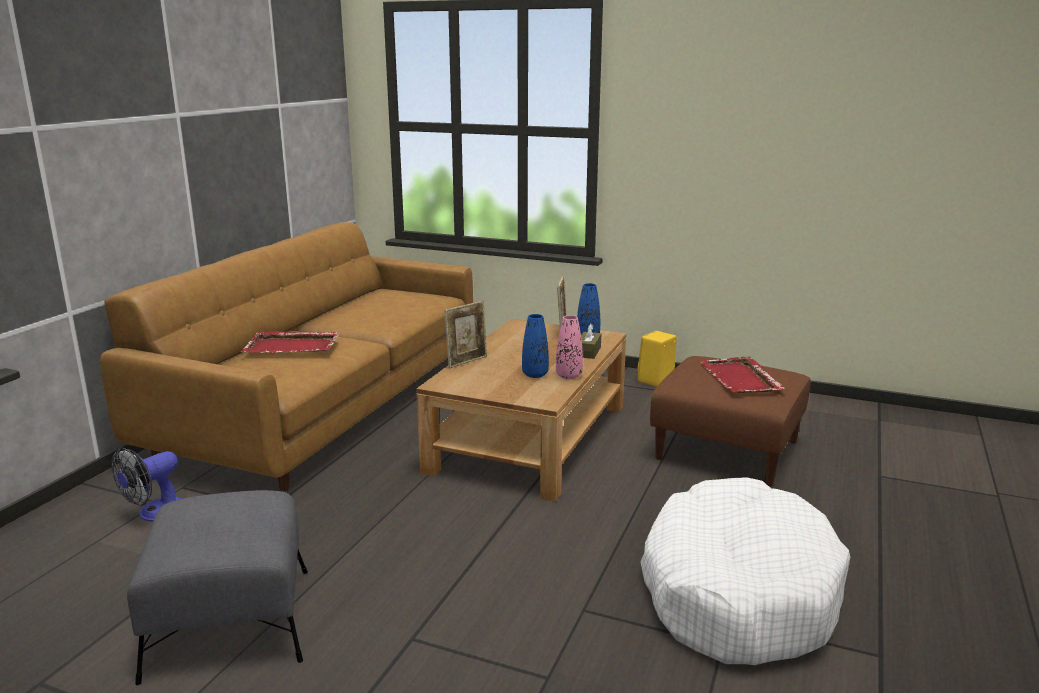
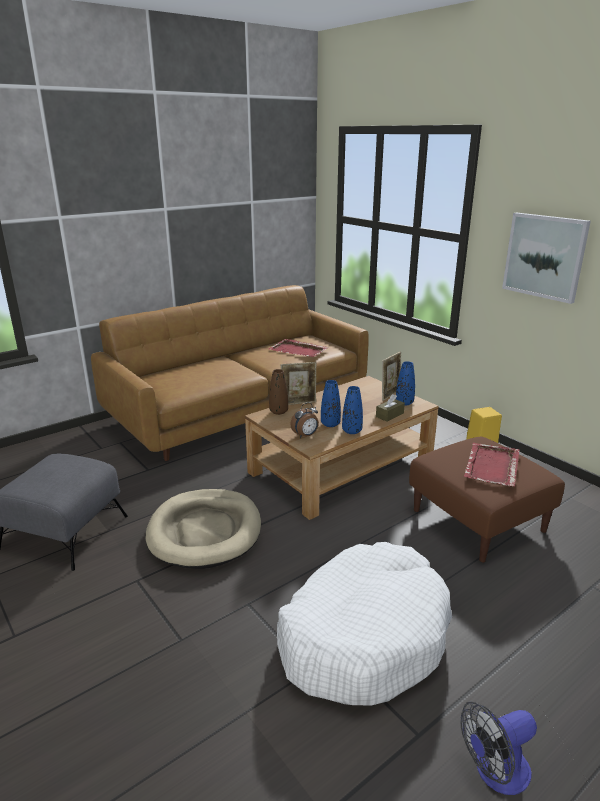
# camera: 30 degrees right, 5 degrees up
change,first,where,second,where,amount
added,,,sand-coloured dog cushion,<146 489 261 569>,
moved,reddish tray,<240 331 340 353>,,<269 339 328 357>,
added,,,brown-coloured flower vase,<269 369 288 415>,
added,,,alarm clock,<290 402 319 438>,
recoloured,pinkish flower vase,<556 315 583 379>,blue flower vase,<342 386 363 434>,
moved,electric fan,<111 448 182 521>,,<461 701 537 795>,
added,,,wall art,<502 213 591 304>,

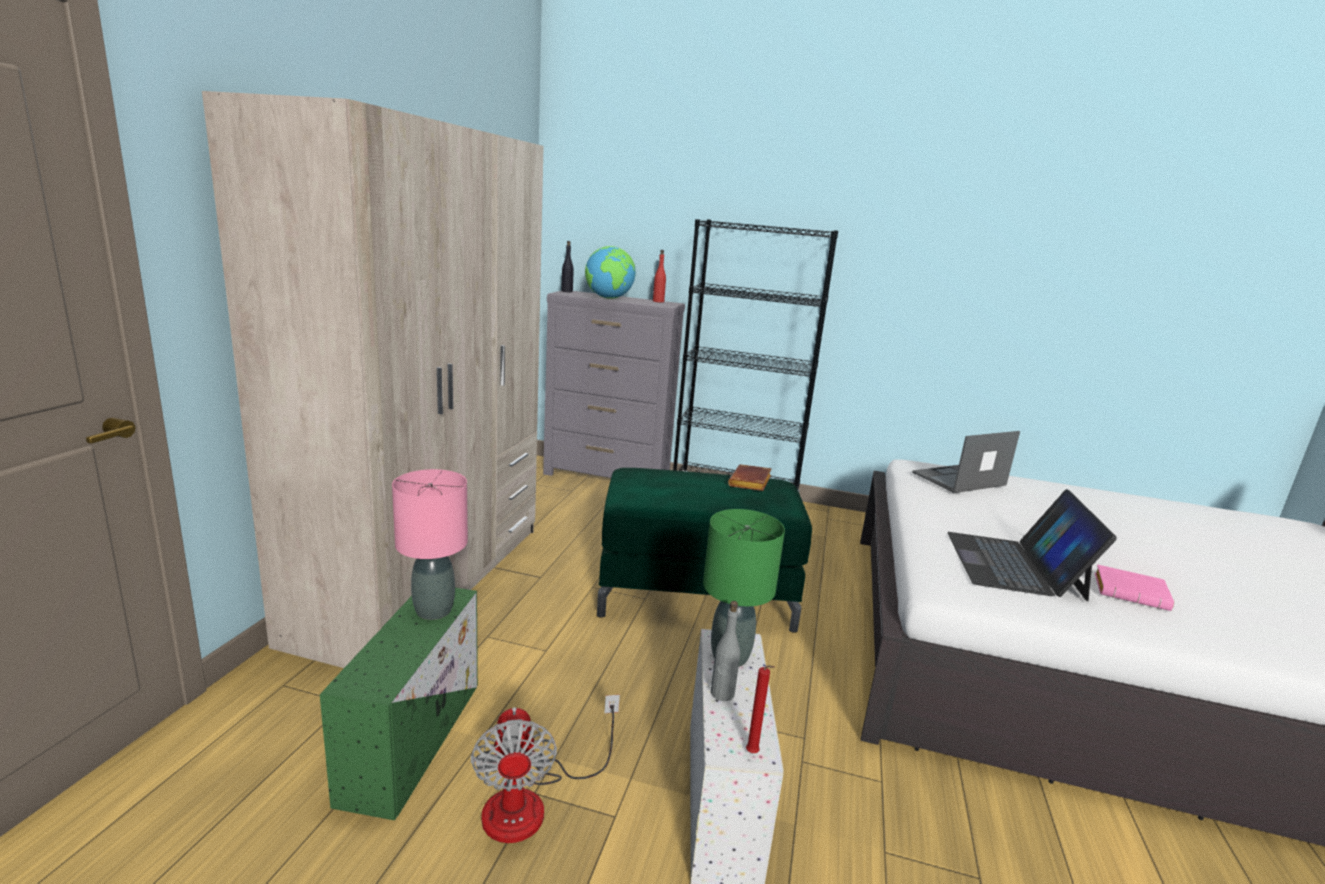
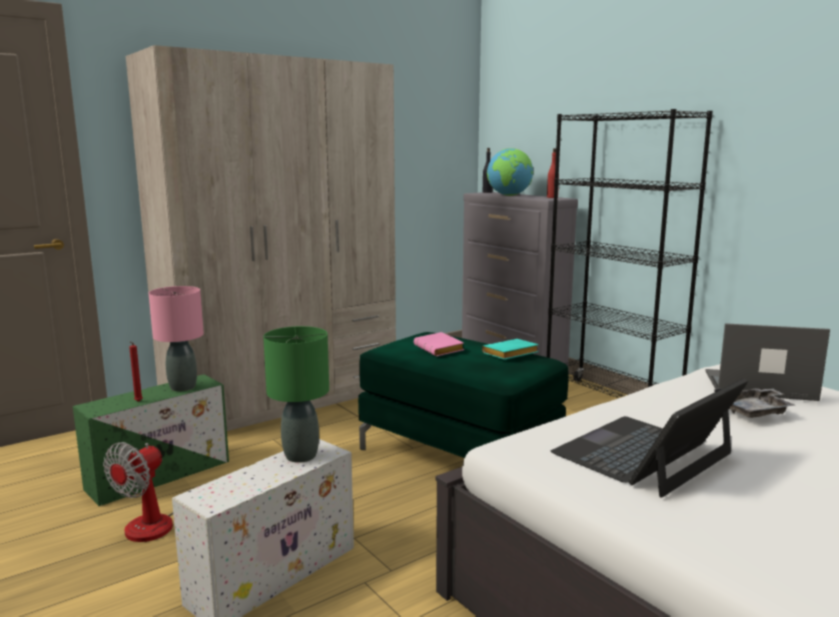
# camera: 40 degrees right, 5 degrees down
change,first,where,second,where,amount
moved,reddish wax candle,<746 665 775 753>,,<129 342 143 402>,
moved,pinkish bound book,<1095 565 1174 611>,,<414 332 464 356>,
recoloured,brown-coloured bound book,<728 464 772 491>,turquoise bound book,<482 339 539 360>,
added,,,greyish tray,<714 388 794 418>,
removed,greyish drink bottle,<711 601 740 701>,,,

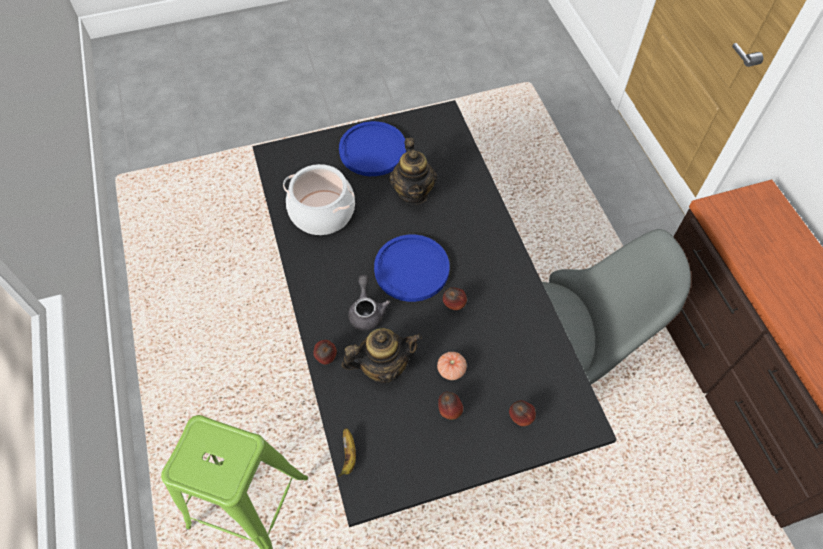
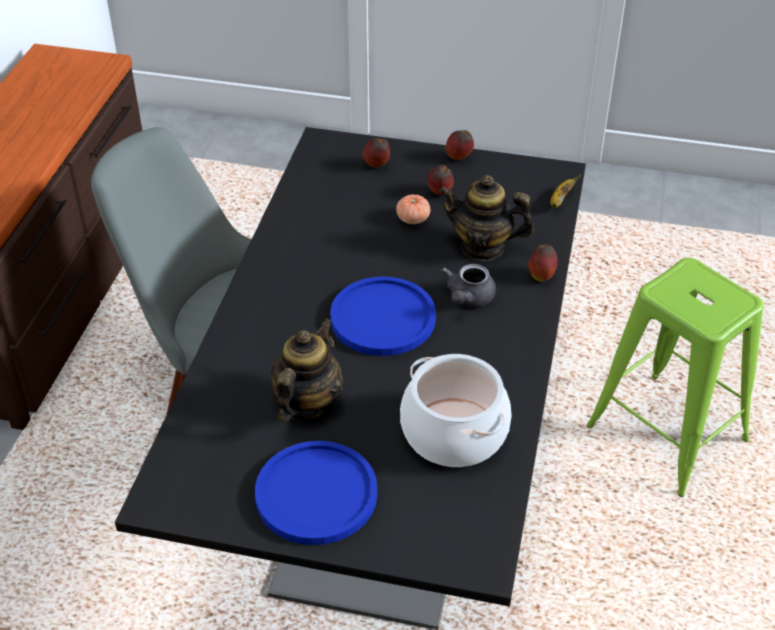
# camera: 150 degrees left, 15 degrees down
change,first,where,second,where,amount
moved,apple,<443 287 467 310>,,<446 130 474 160>,

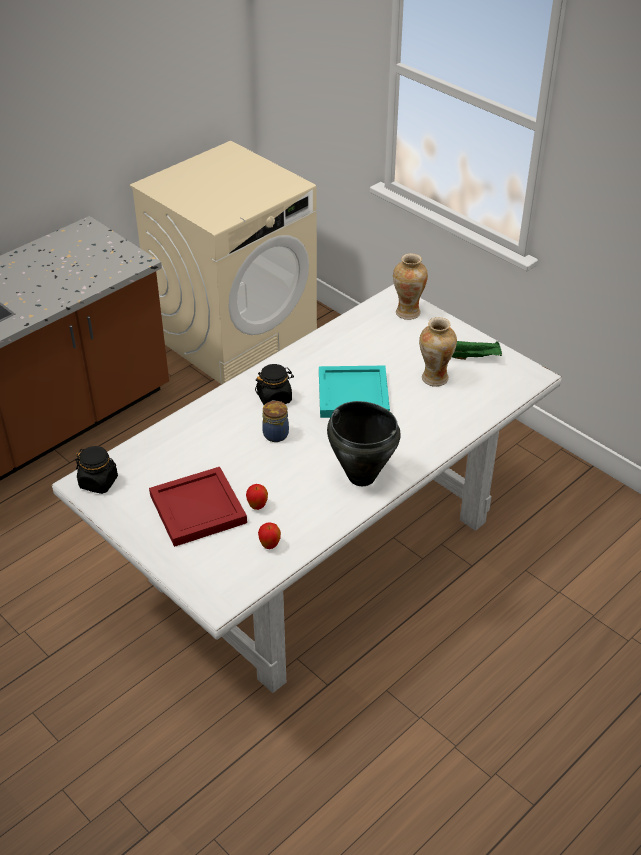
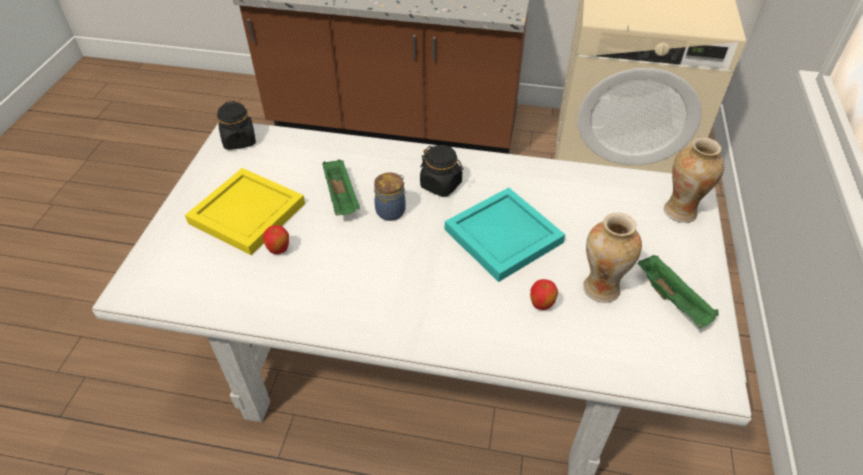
# camera: 55 degrees right, 5 degrees up
change,first,where,second,where,amount
recoloured,reddish tray,<149 467 247 547>,yellow-coloured tray,<185 168 305 255>,
added,,,green tray,<323 159 360 216>,
moved,apple,<258 522 281 549>,,<530 279 558 310>,
removed,black saucepot,<327 401 401 486>,,,

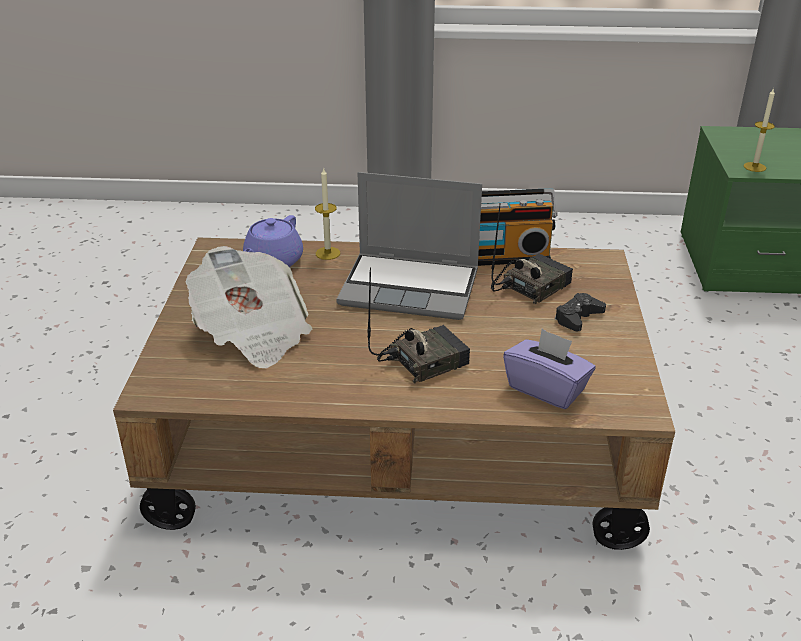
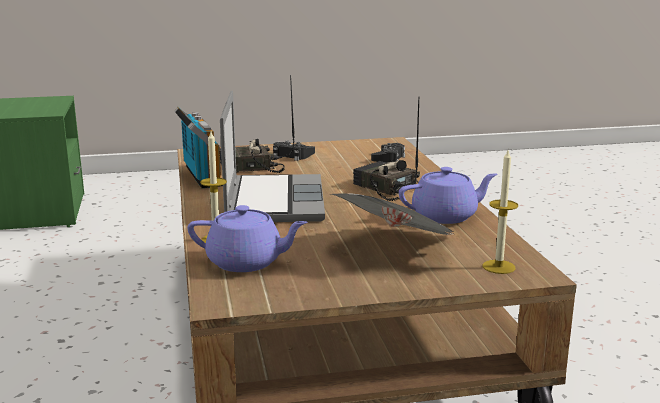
# camera: 105 degrees left, 15 degrees down
change,first,where,second,where,amount
turned,radio set,<491 203 573 304>,,<220 75 294 173>,45 degrees counterclockwise
replaced,purple box of tissues,<503 329 596 409>,black joypad,<371 143 405 163>,
added,,,purple teapot,<399 167 497 224>,
moved,wax candle,<744 88 775 172>,,<483 150 518 274>,

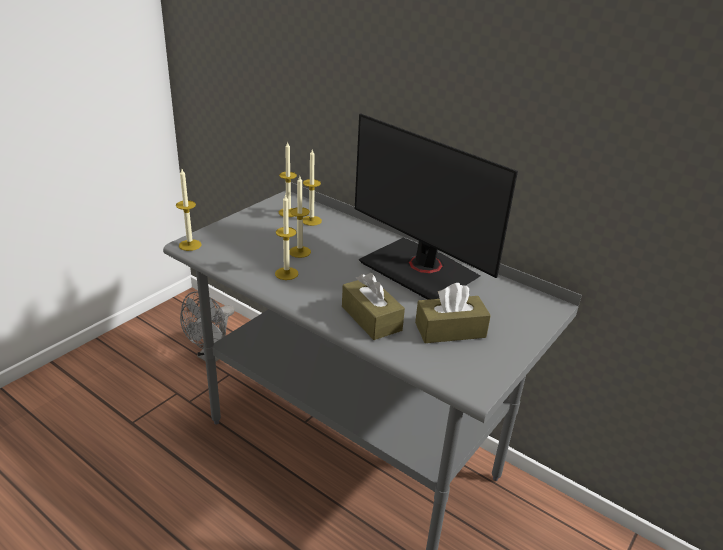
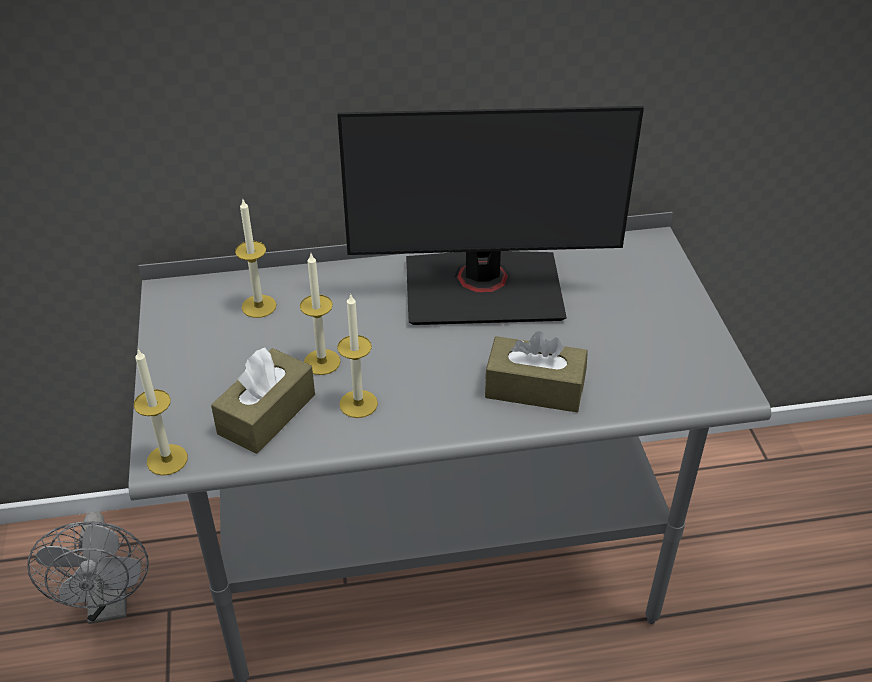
# camera: 45 degrees left, 10 degrees up
change,first,where,second,where,amount
moved,brown-coloured box of tissues,<415 283 491 343>,,<211 348 315 454>,
removed,wax candle,<279 142 297 217>,,,

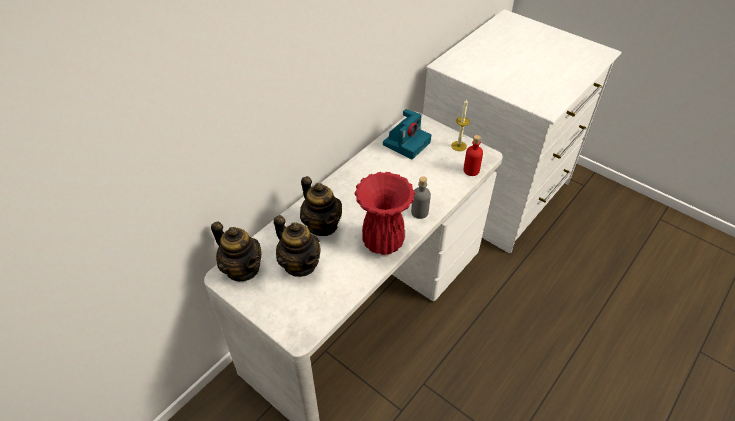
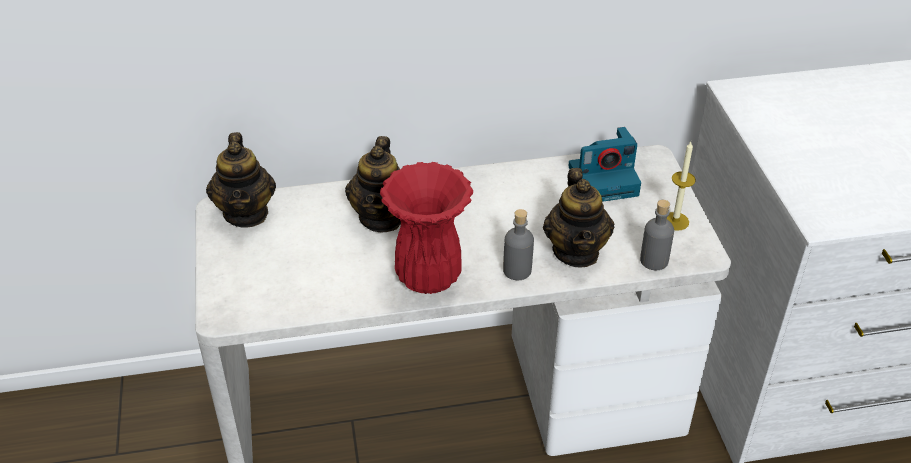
# camera: 40 degrees right, 5 degrees down
change,first,where,second,where,amount
moved,teapot,<274 215 320 277>,,<543 168 614 268>,
recoloured,reddish drink bottle,<463 135 483 176>,greyish drink bottle,<640 200 674 270>,

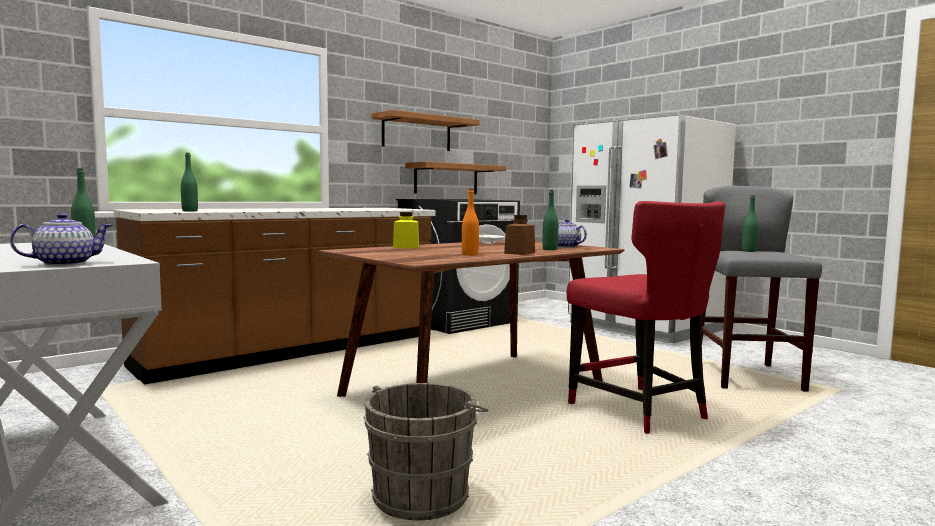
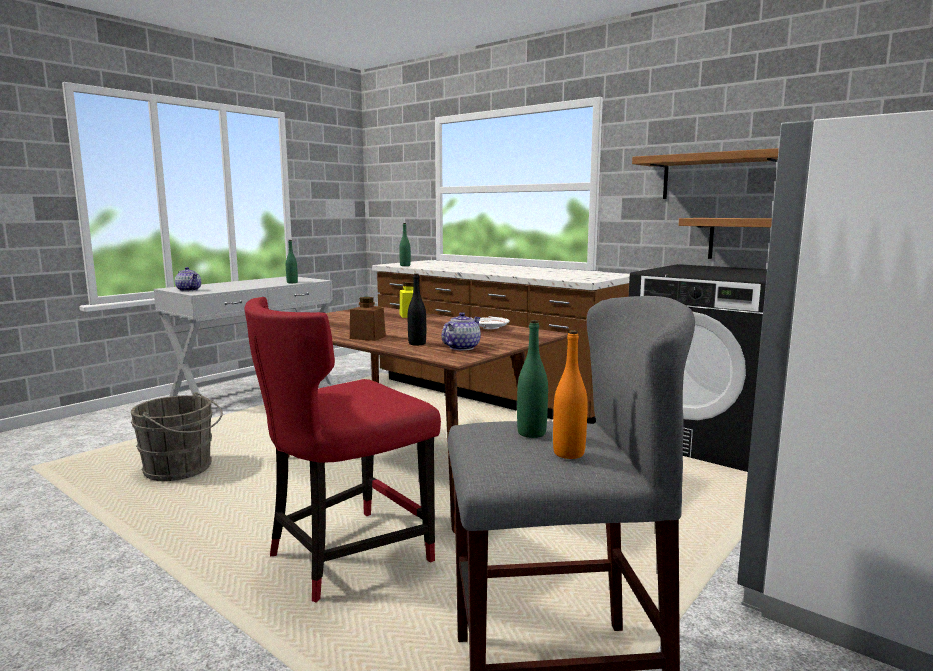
# camera: 80 degrees right, 5 degrees up
change,first,where,second,where,amount
recoloured,green drink bottle,<542 190 558 250>,black drink bottle,<408 273 426 346>,
moved,orange drink bottle,<462 189 479 255>,,<553 330 588 459>,

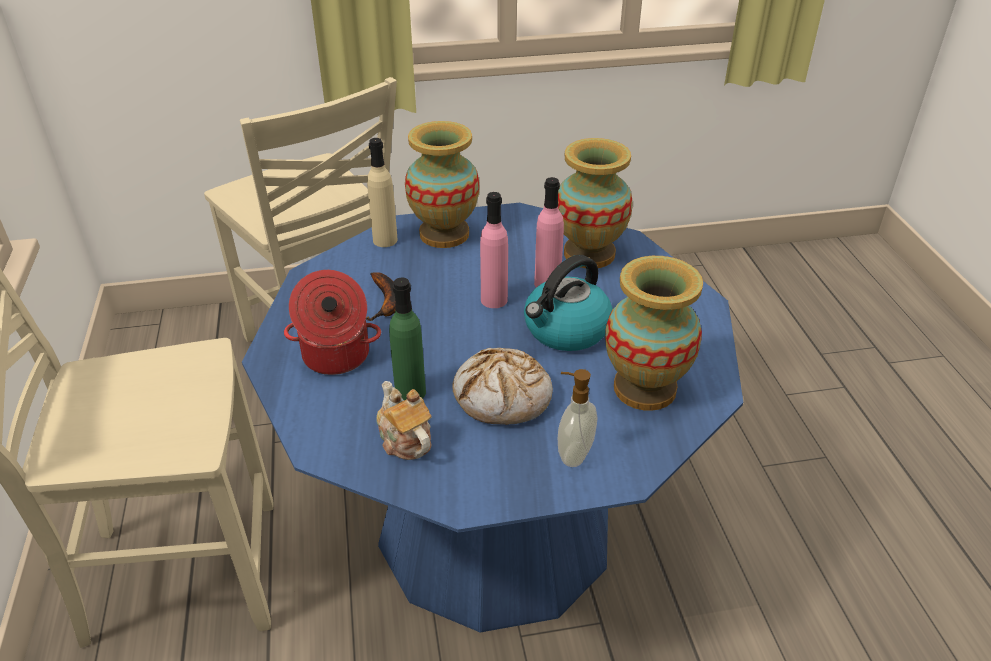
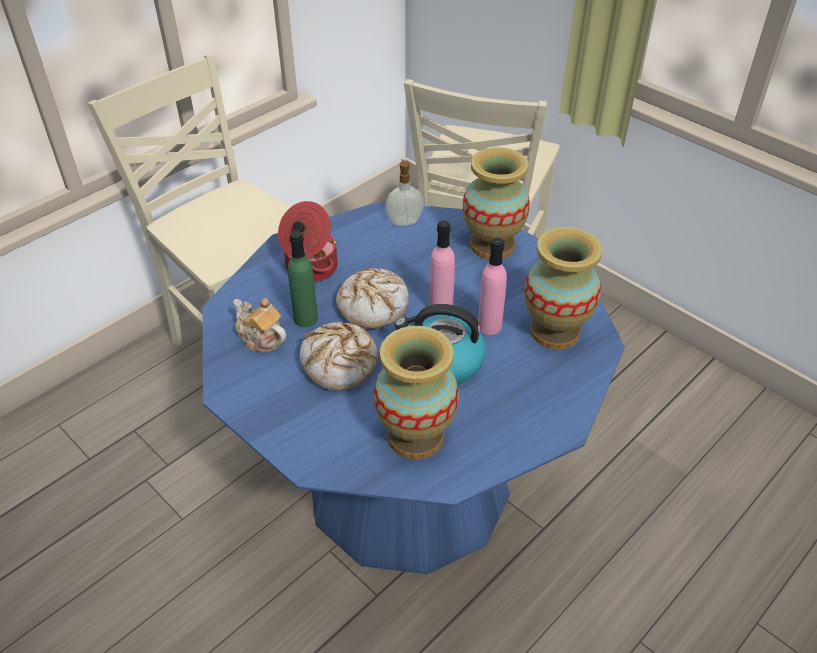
# camera: 55 degrees right, 5 degrees up
change,first,where,second,where,amount
turned,teapot,<376 381 432 460>,,<233 298 286 352>,75 degrees counterclockwise
added,,,baked bread,<336 268 409 329>,
moved,soap dispenser,<558 369 598 467>,,<386 159 424 226>,
removed,whole banana,<366 272 395 321>,,,
removed,sand-coloured drink bottle,<367 138 398 247>,,,

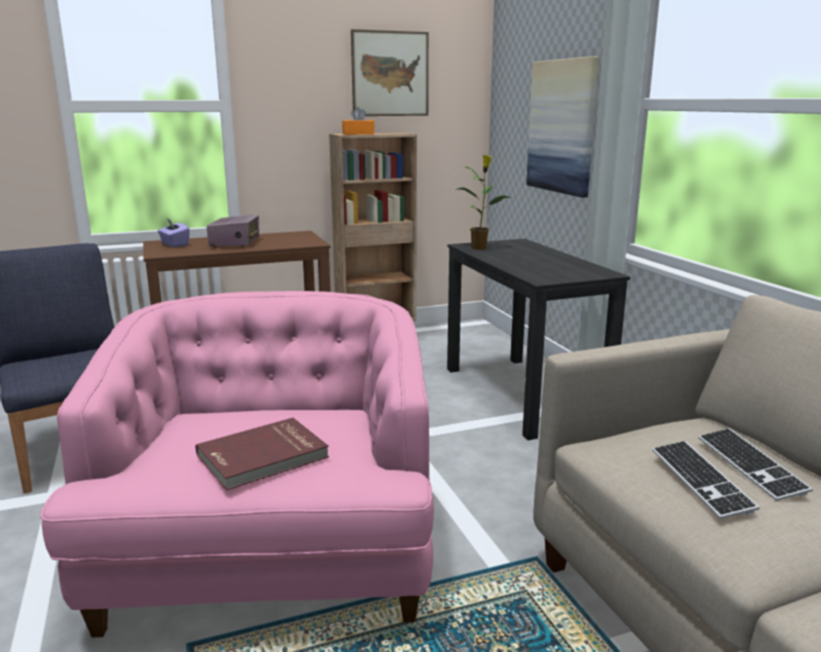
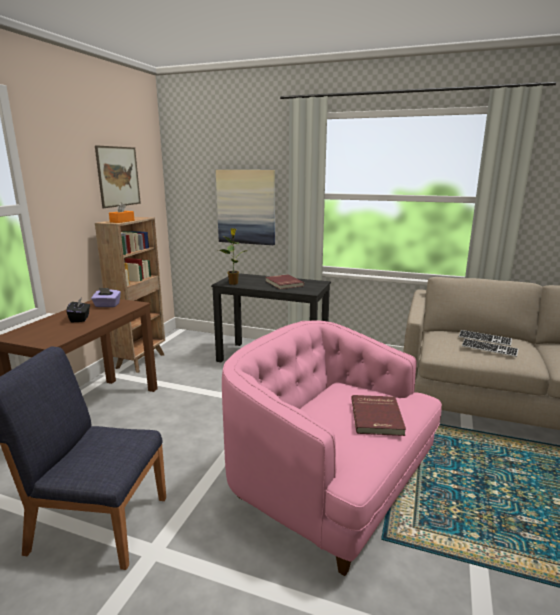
# camera: 50 degrees left, 0 degrees up
change,first,where,second,where,amount
replaced,radio set,<207 214 259 247>,black box of tissues,<66 298 90 323>,
moved,purple box of tissues,<158 219 190 247>,,<91 288 121 307>,
added,,,reddish bound book,<266 274 304 289>,

